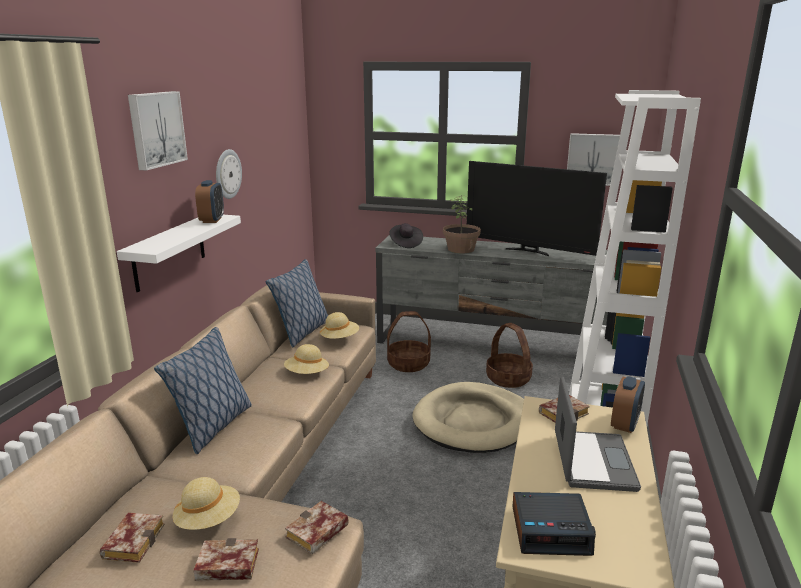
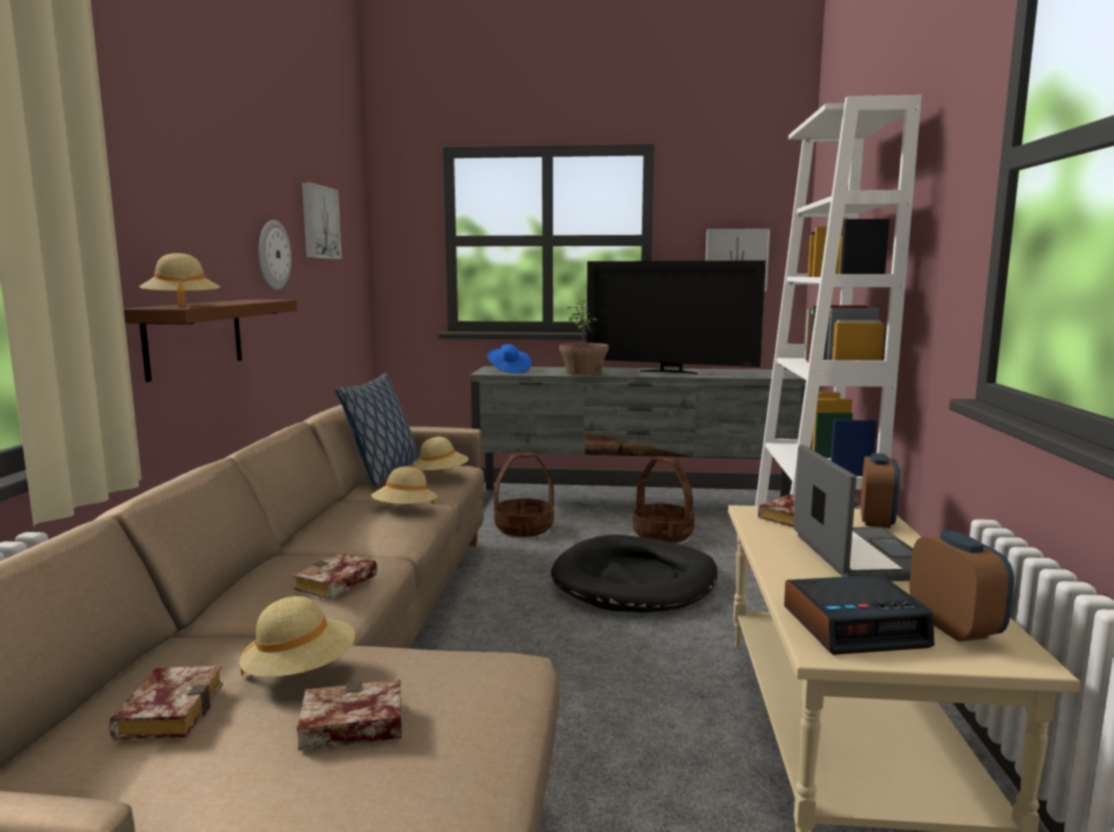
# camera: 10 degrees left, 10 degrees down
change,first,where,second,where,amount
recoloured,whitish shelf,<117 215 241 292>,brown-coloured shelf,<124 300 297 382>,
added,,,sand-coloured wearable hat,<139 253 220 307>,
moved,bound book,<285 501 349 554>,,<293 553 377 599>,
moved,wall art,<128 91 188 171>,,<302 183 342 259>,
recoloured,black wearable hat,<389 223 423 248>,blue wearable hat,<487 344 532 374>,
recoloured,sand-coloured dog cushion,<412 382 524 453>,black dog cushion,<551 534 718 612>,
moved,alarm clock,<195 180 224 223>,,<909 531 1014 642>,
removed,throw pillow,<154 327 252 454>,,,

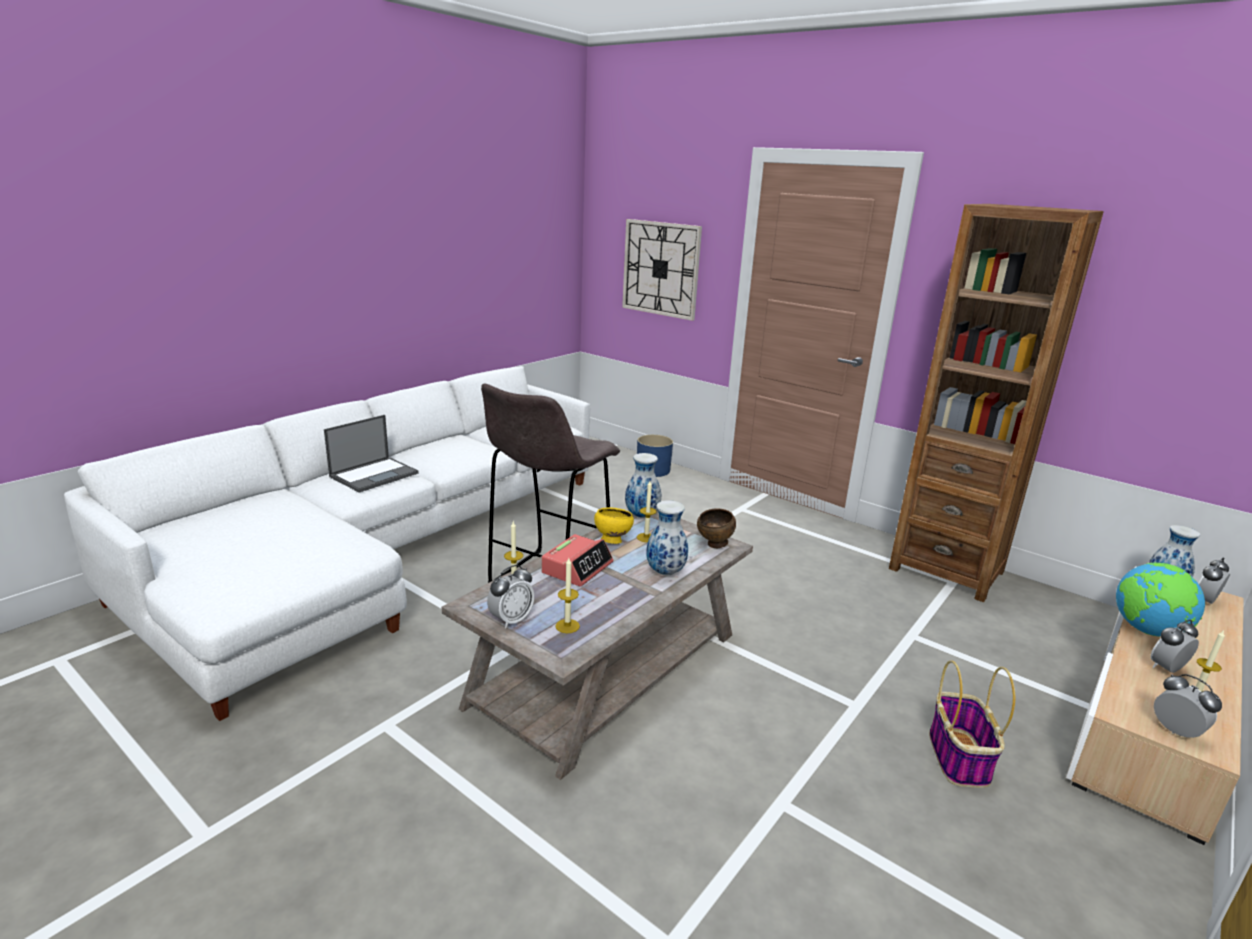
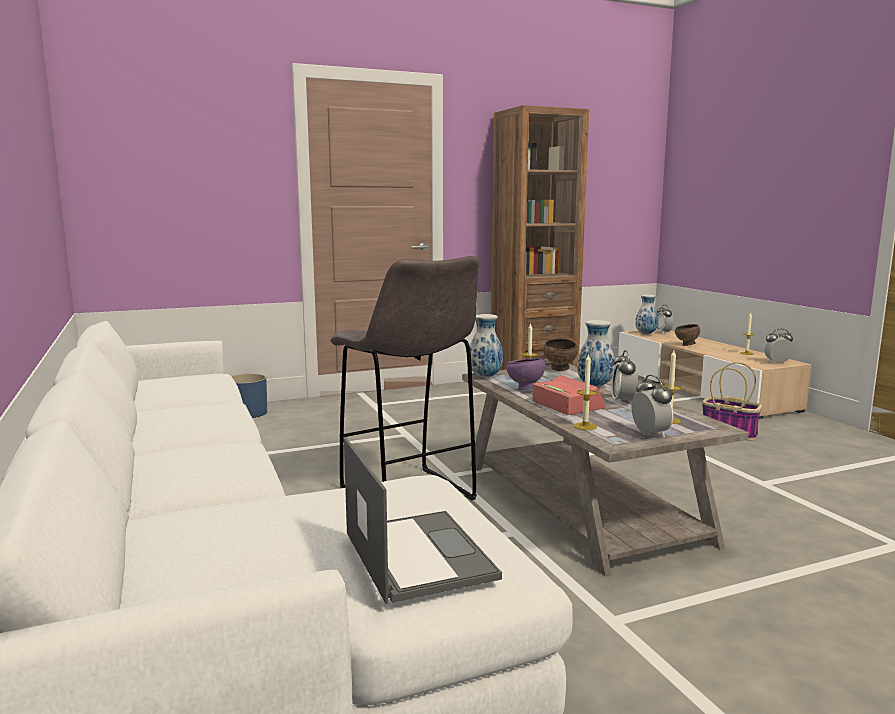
# camera: 60 degrees left, 10 degrees down
change,first,where,second,where,amount
moved,notebook computer,<324 415 419 492>,,<344 438 502 604>,
recoloured,yellow-coloured deep dish,<594 507 634 544>,purple deep dish,<506 358 545 390>,
moved,alarm clock,<1150 620 1199 673>,,<611 350 638 405>,
replaced,desk globe,<1116 563 1205 637>,brown-coloured deep dish,<675 324 700 346>,
removed,wall clock,<622 219 702 321>,,,

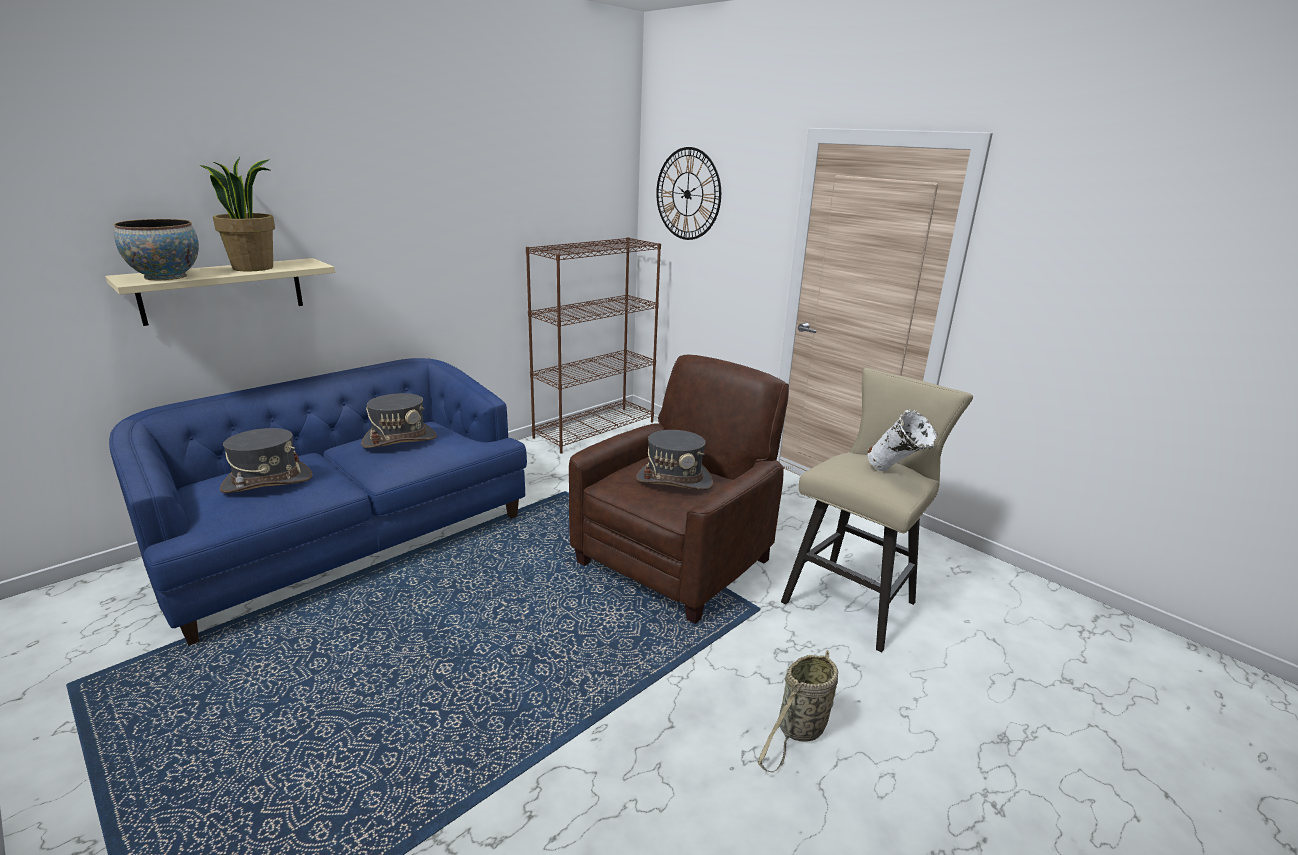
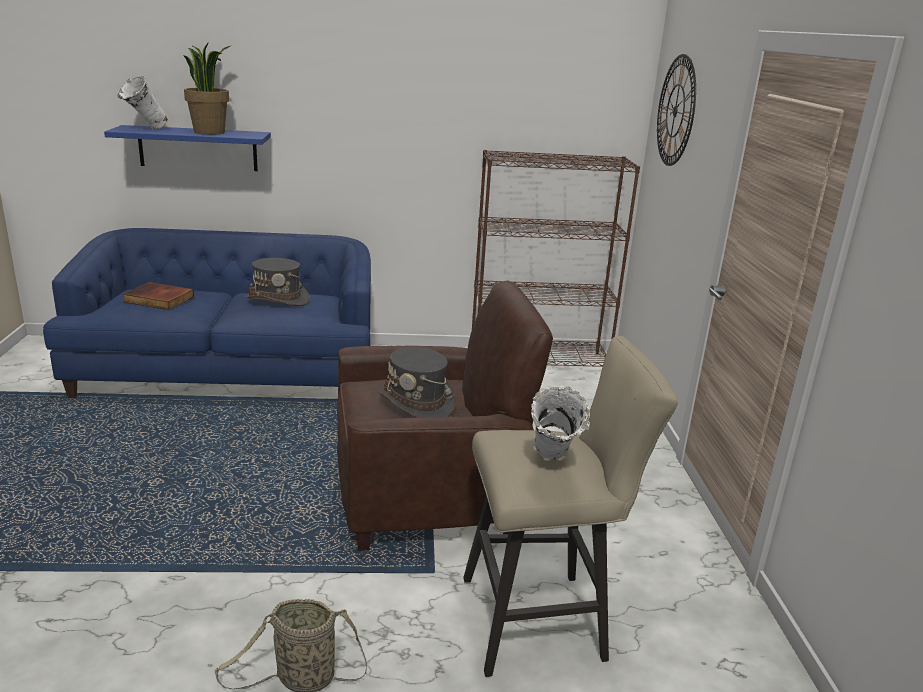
# camera: 40 degrees right, 0 degrees up
change,first,where,second,where,amount
recoloured,sand-coloured shelf,<105 258 335 326>,blue shelf,<104 125 271 171>,
replaced,deep dish,<114 219 199 280>,whitish flower vase,<118 76 168 130>,
replaced,greyish wearable hat,<220 428 313 493>,bound book,<123 282 194 310>,

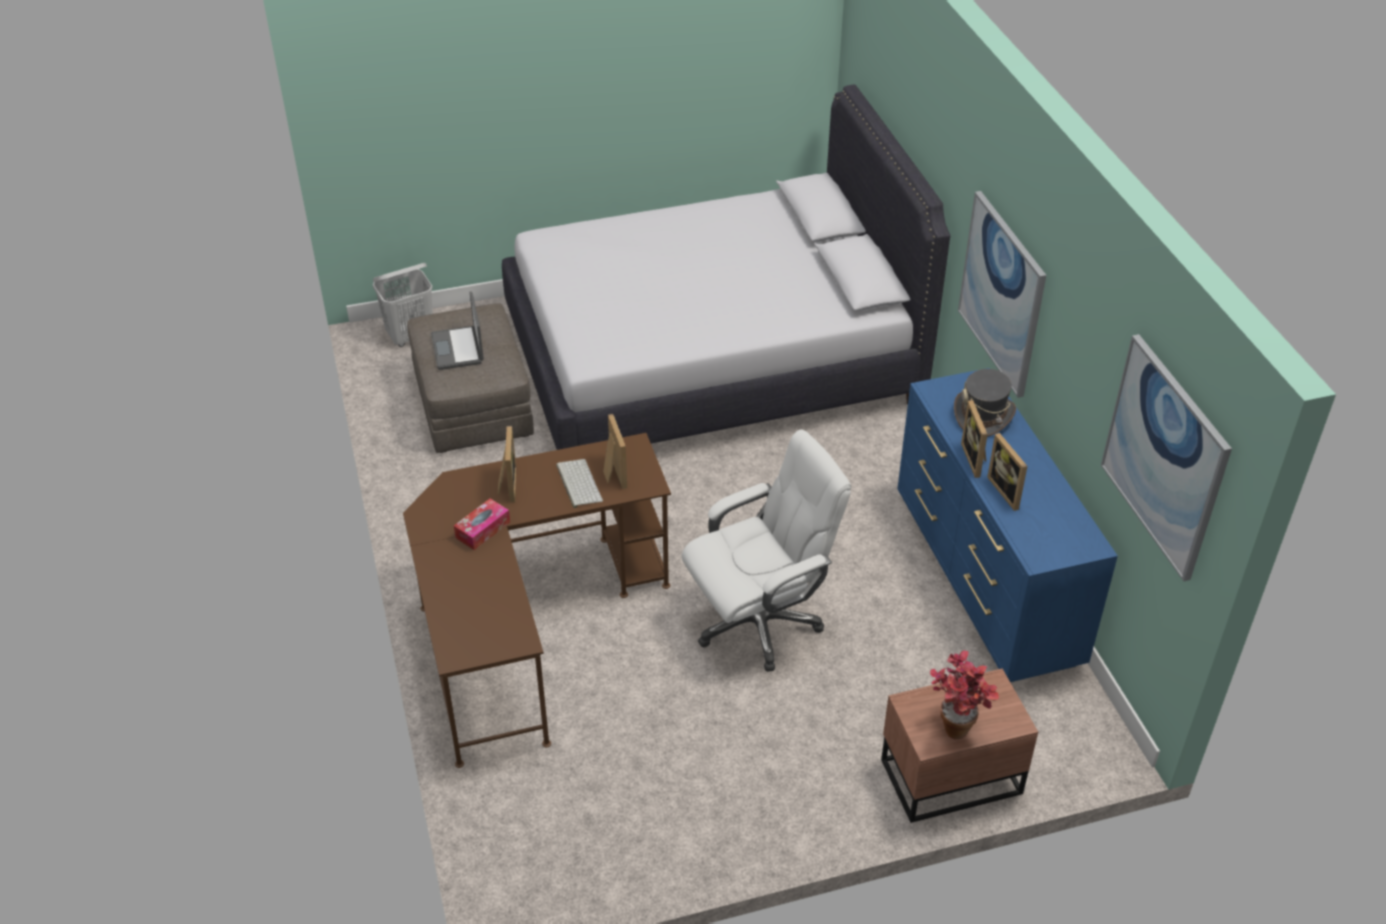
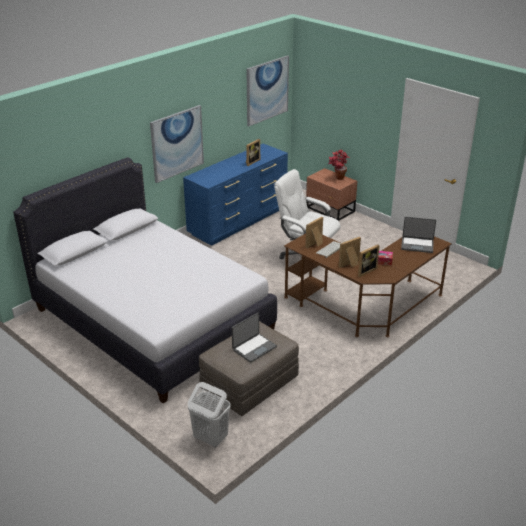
# camera: 120 degrees left, 10 degrees down
change,first,where,second,where,amount
moved,picture frame,<961 400 988 478>,,<358 244 380 277>,
added,,,notebook computer,<401 217 436 253>,
removed,greyish wearable hat,<954 369 1016 437>,,,

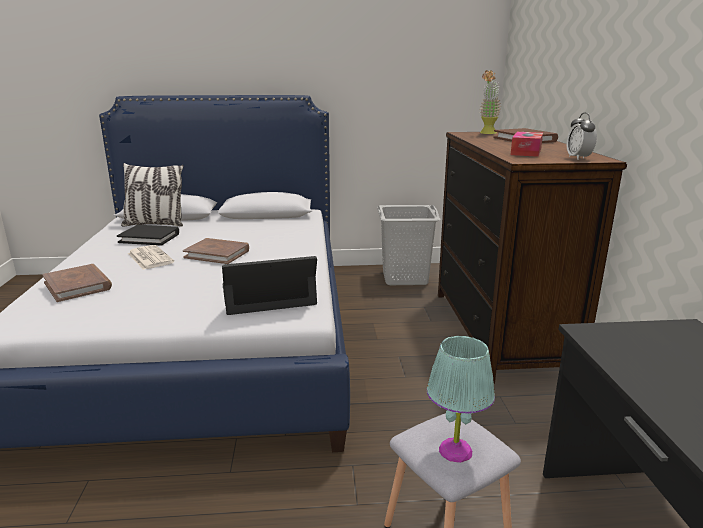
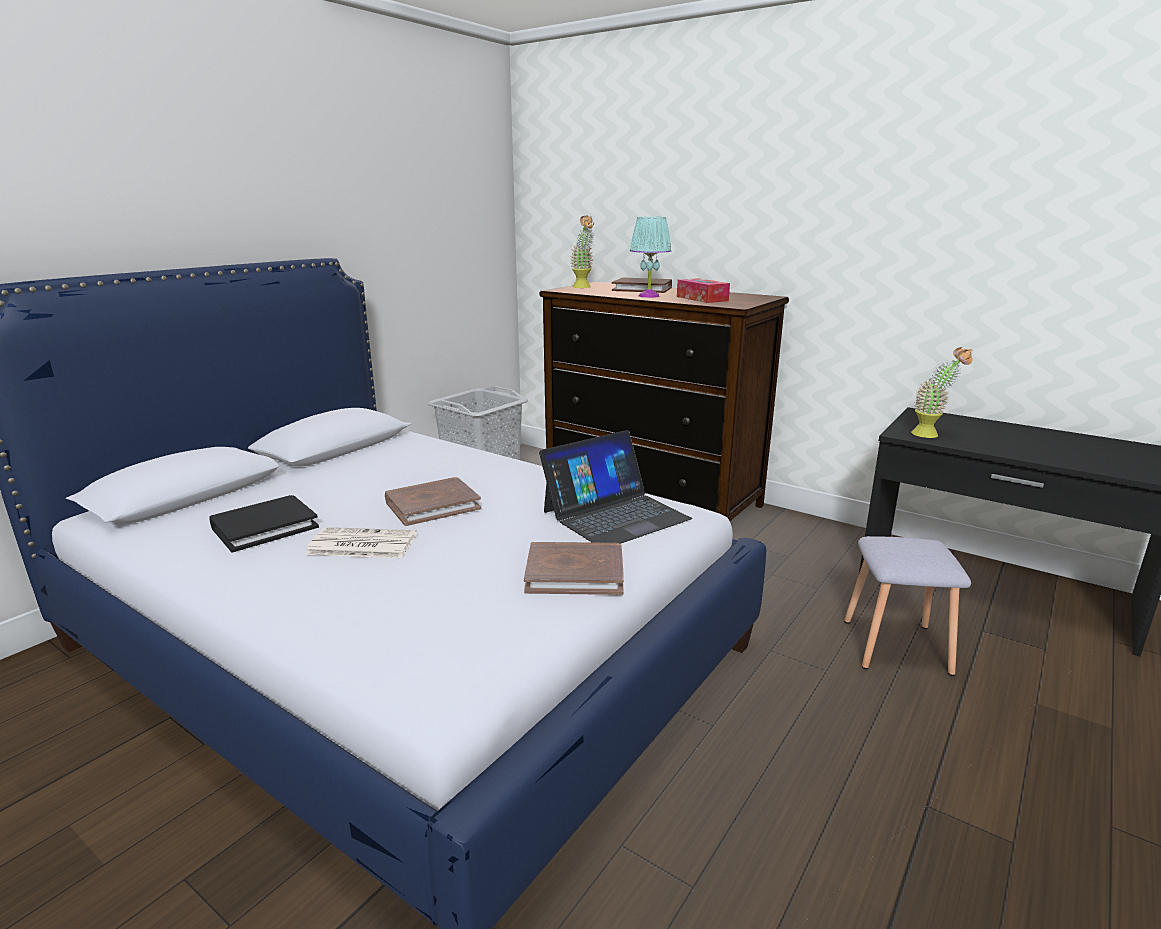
# camera: 50 degrees left, 0 degrees up
change,first,where,second,where,amount
moved,brown-coloured bound book,<42 264 112 302>,,<524 542 624 595>,
turned,notebook computer,<222 256 317 315>,,<539 430 692 544>,150 degrees counterclockwise
moved,turquoise table lamp,<427 336 495 463>,,<630 217 671 298>,
added,,,plant in a pot,<911 347 973 438>,
removed,throw pillow,<121 163 184 227>,,,
removed,alarm clock,<567 112 597 160>,,,

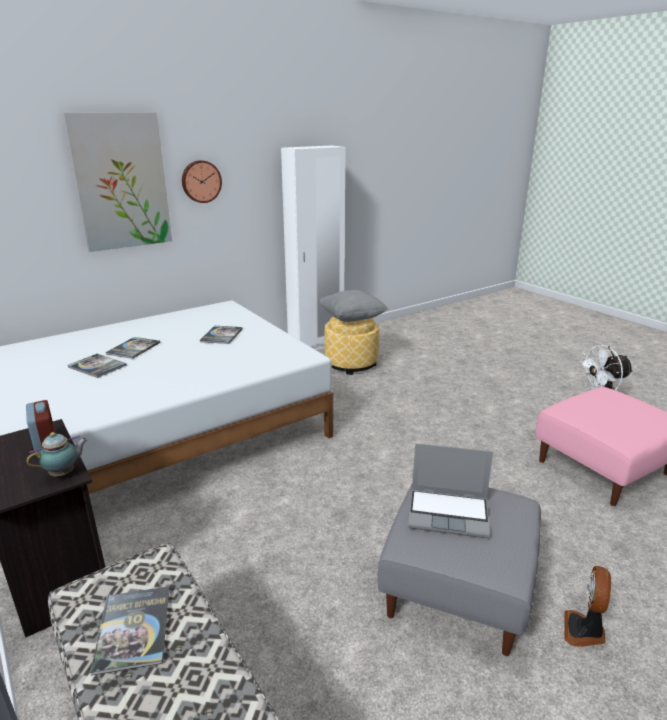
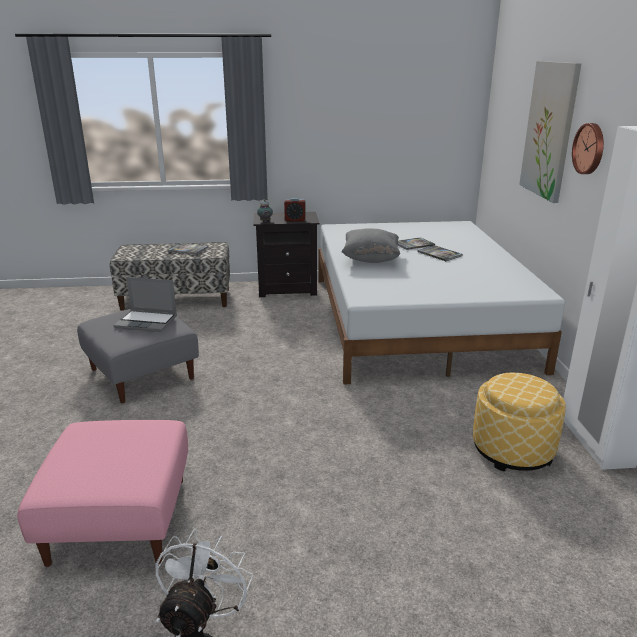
# camera: 120 degrees right, 0 degrees up
change,first,where,second,where,amount
turned,notebook computer,<408 443 493 538>,,<114 277 177 332>,120 degrees counterclockwise
moved,greyish throw pillow,<319 290 388 322>,,<341 228 400 263>,
removed,bound book,<200 326 242 344>,,,
removed,electric fan,<564 566 611 647>,,,

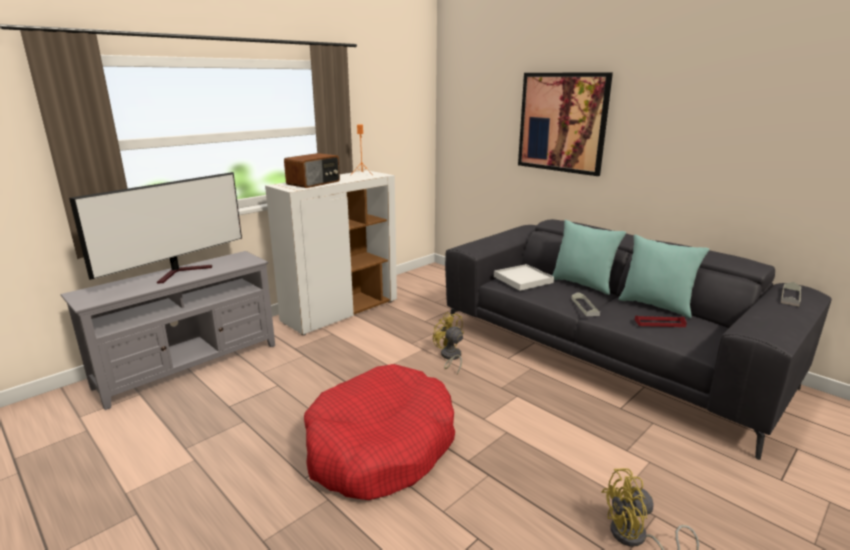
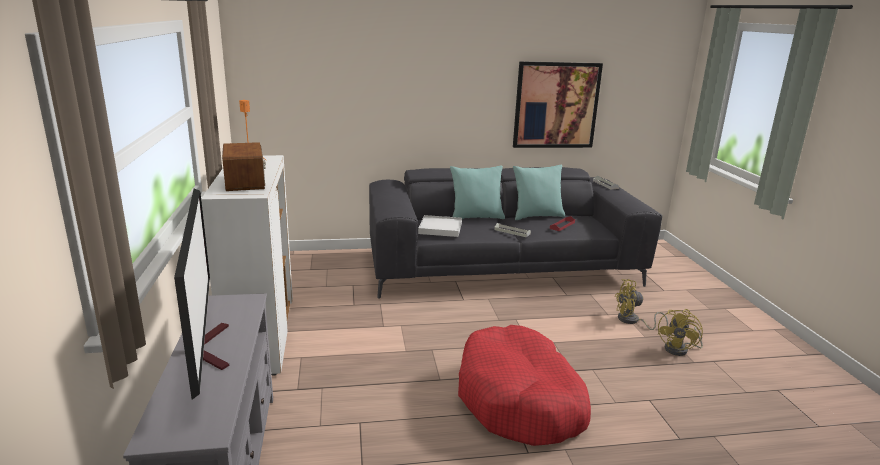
# camera: 55 degrees left, 0 degrees up
change,first,where,second,where,amount
moved,wall art,<518 72 613 176>,,<513 61 603 148>,
moved,yellow-coloured electric fan,<433 312 464 375>,,<615 279 668 330>,

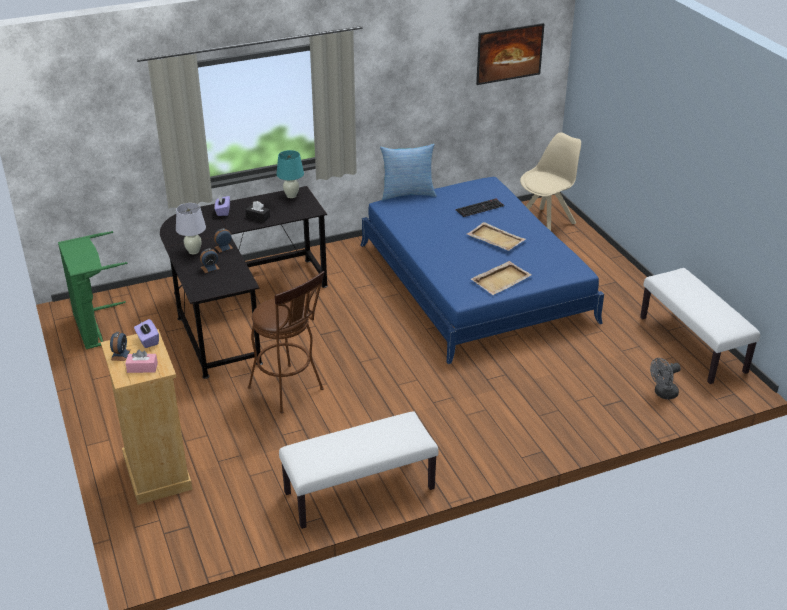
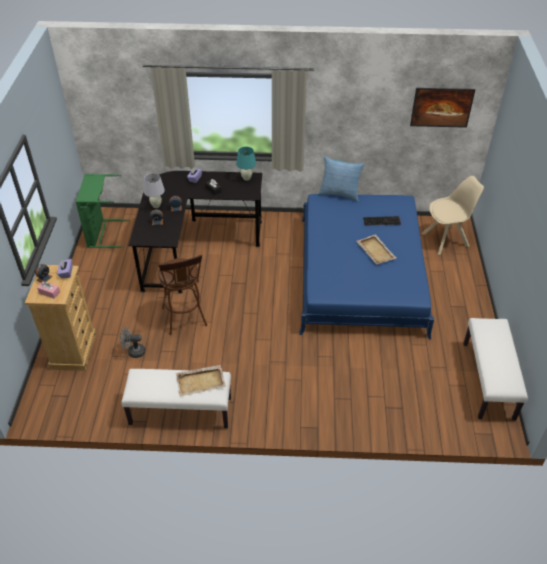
# camera: 25 degrees right, 10 degrees up
change,first,where,second,where,amount
moved,greyish electric fan,<650 358 681 399>,,<120 327 145 358>,
moved,sand-coloured tray,<471 261 531 295>,,<176 365 226 397>,

